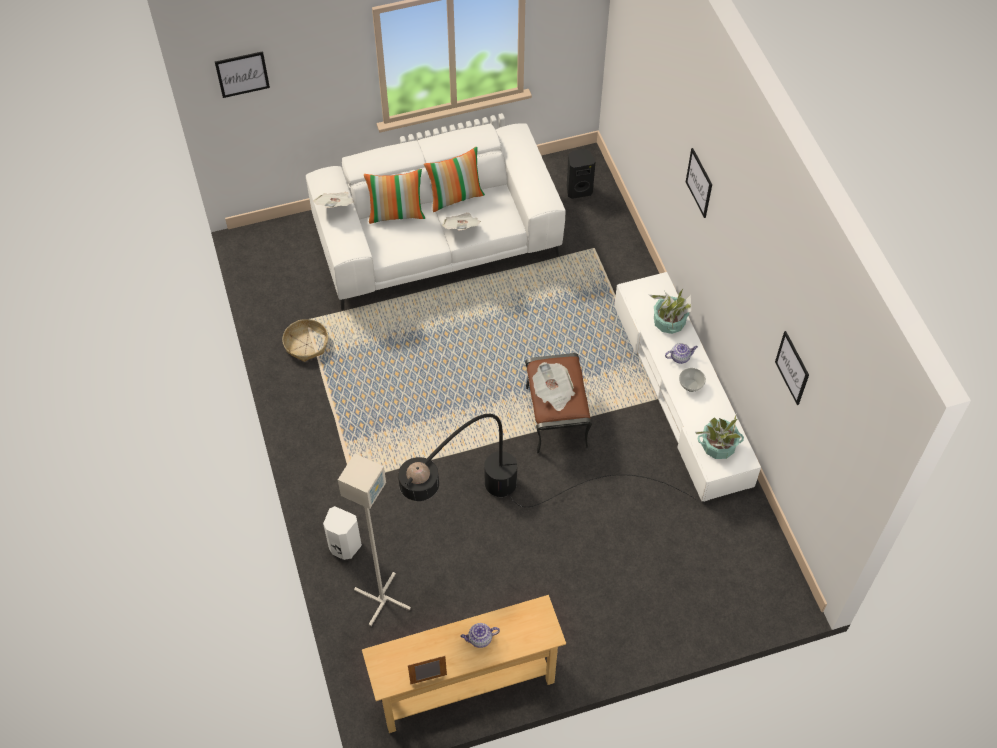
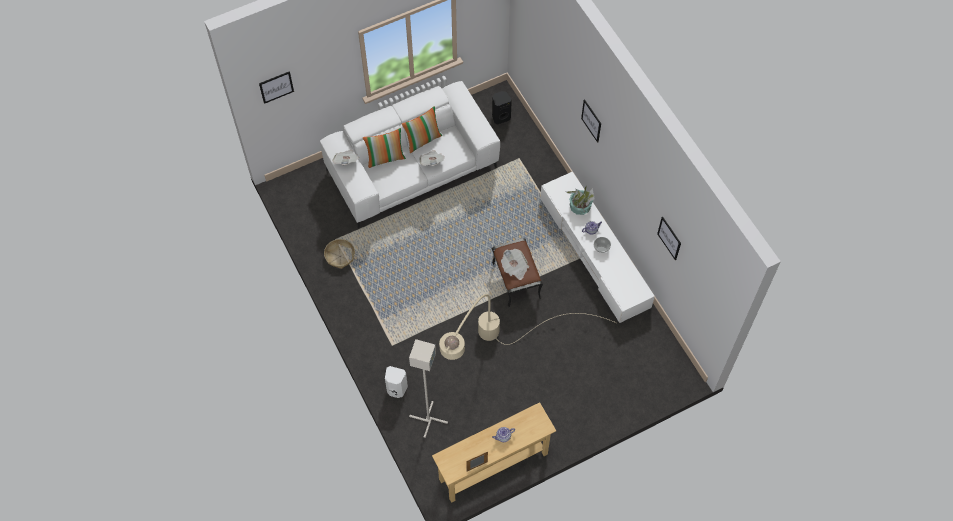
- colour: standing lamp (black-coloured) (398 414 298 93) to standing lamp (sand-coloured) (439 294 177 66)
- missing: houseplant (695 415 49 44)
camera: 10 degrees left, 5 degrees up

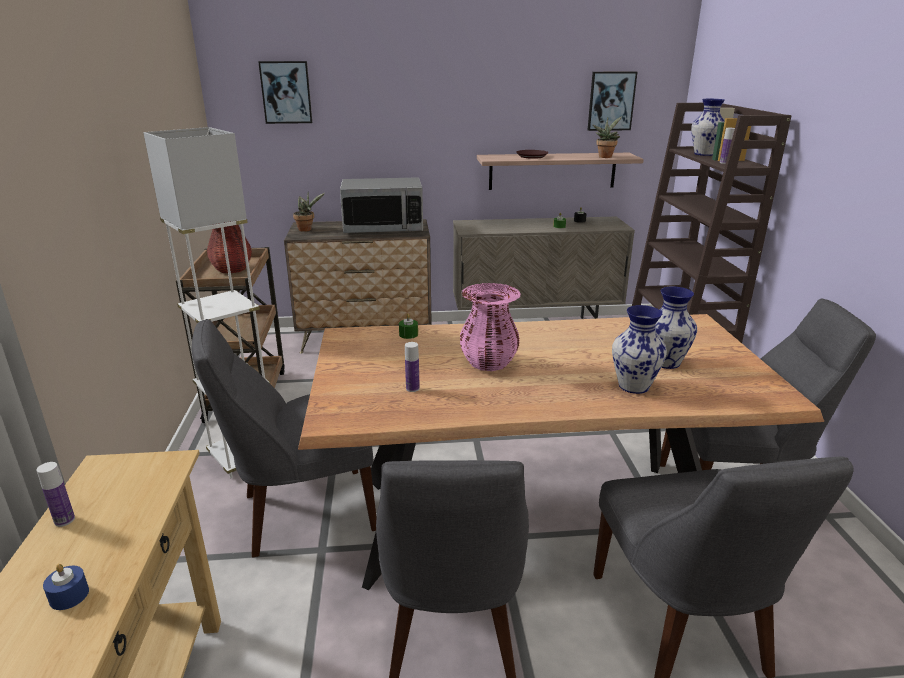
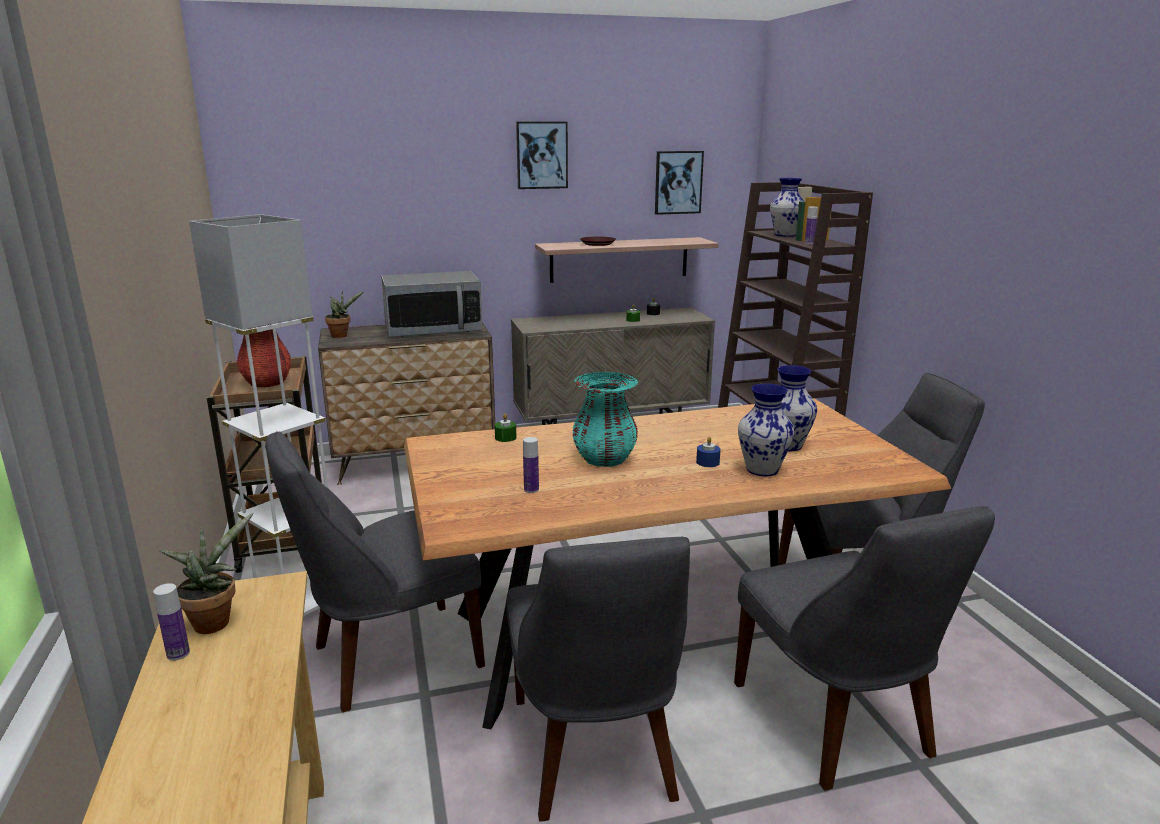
- relocated: candle (blue-coloured) (43 564 46 46) to (696 437 25 30)
- relocated: wall picture (258 61 54 63) to (516 122 52 67)
- colour: decorative vase (pink-coloured) (460 283 61 88) to decorative vase (blue-green) (572 372 66 95)
- relocated: houseplant (593 116 29 42) to (160 513 93 121)
camera: 10 degrees left, 5 degrees down

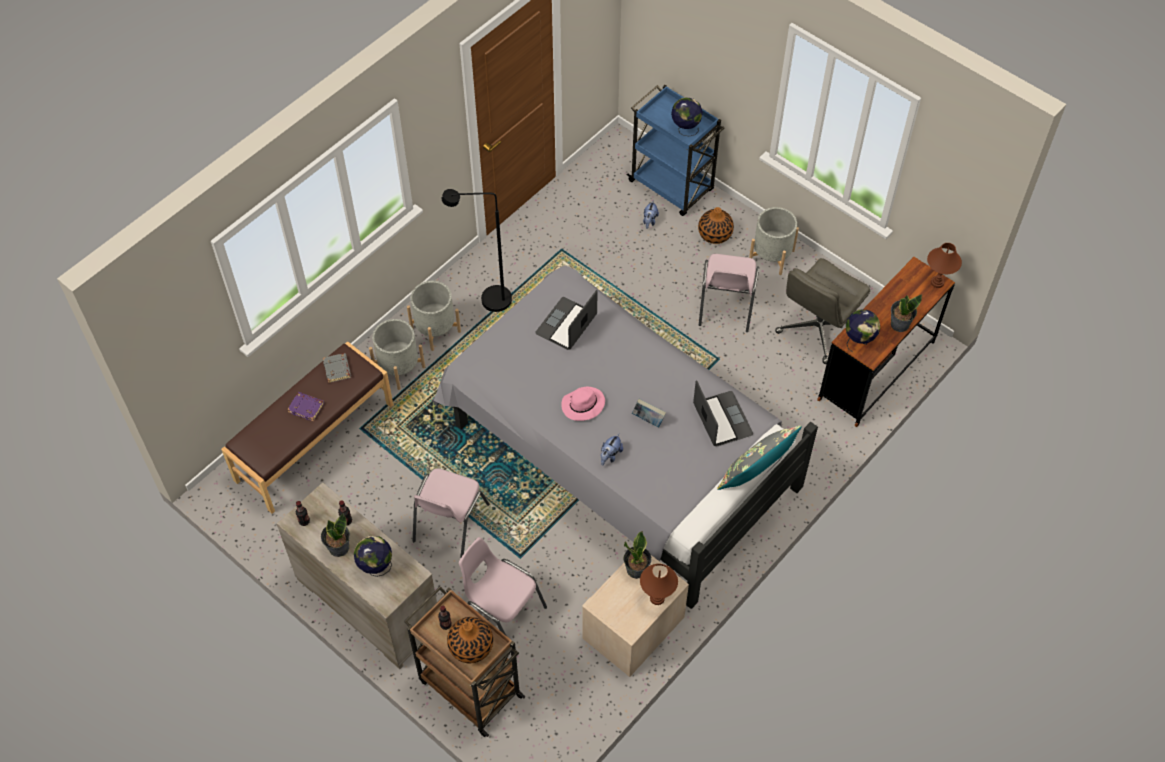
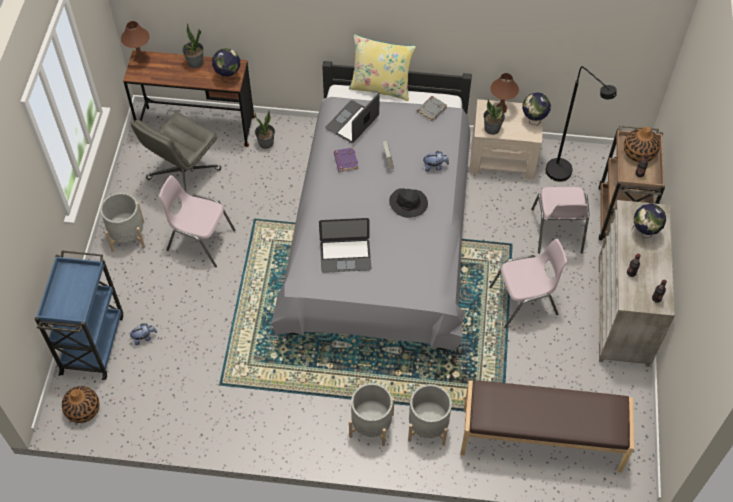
- relocated: volume (purple) (287 392 37 29) to (334 147 25 25)
- relocated: houseplant (321 513 29 44) to (255 111 20 38)
- relocated: volume (greyish) (323 353 28 30) to (417 96 30 26)
- relocated: standing lamp (black-coloured) (442 189 70 123) to (546 66 70 116)
- colour: clothing hat (pink-coloured) (561 387 44 34) to clothing hat (black-coloured) (389 188 39 30)
- relocated: globe (671 98 32 38) to (522 92 29 33)
- relocated: decorative vase (698 207 36 37) to (62 386 37 37)
- spun: plain chair (pink-coloured) (699 254 60 78) = (159 175 76 92) 135 degrees counterclockwise
- colour: cushion (greyish) (717 426 85 64) to cushion (yellow-coloured) (349 34 67 67)
- spun: desk chair (greyish) (775 258 95 106) = (131 112 91 80) 120 degrees clockwise
camera: 125 degrees left, 0 degrees up

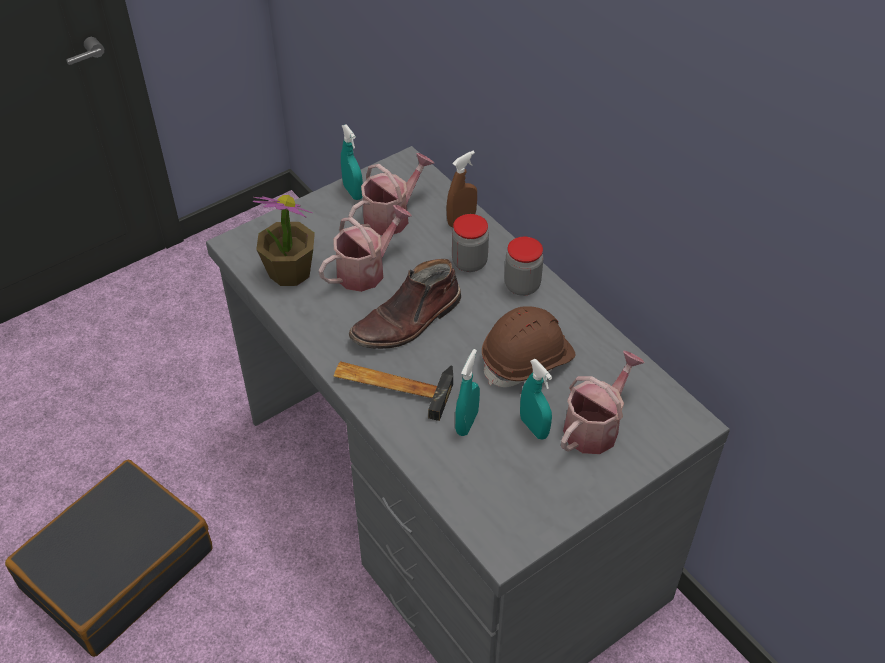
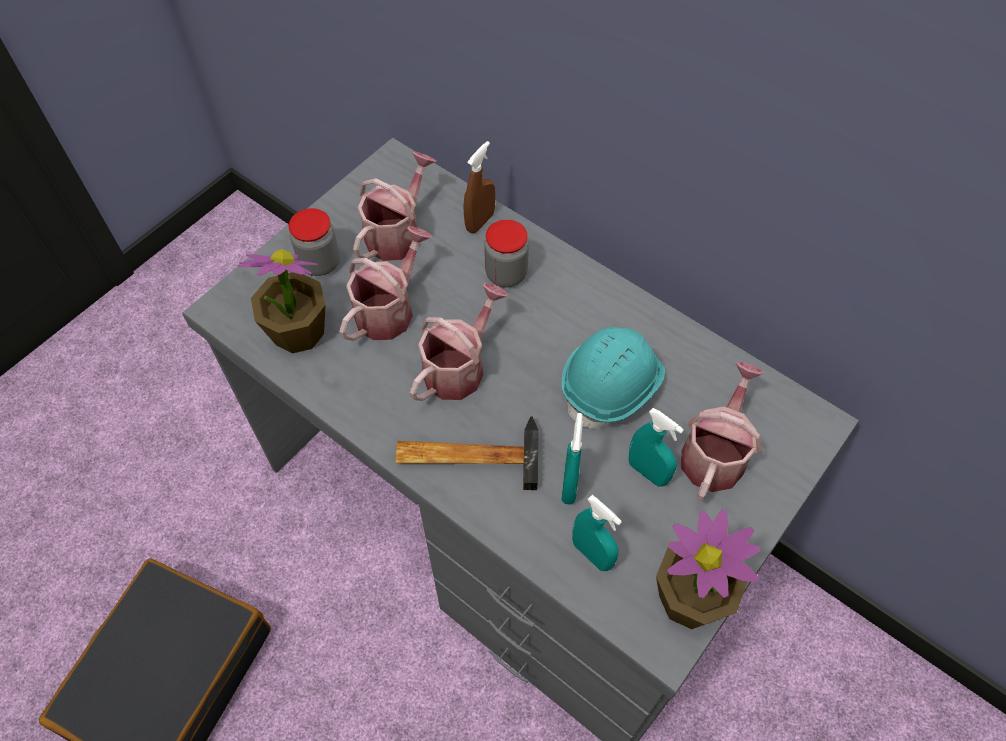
- relocated: spray bottle (blue-green) (341 124 22 76) to (572 495 50 76)
- exchanged: boot (brownish) (349 259 112 90) to sprinkling can (410 283 98 118)
- colour: hard hat (brownish) (482 306 93 81) to hard hat (blue-green) (562 327 103 102)
- relocated: preserve jar (505 237 38 59) to (289 208 51 68)
- appeared: houseplant (656 510 104 119)
camera: 15 degrees left, 10 degrees up

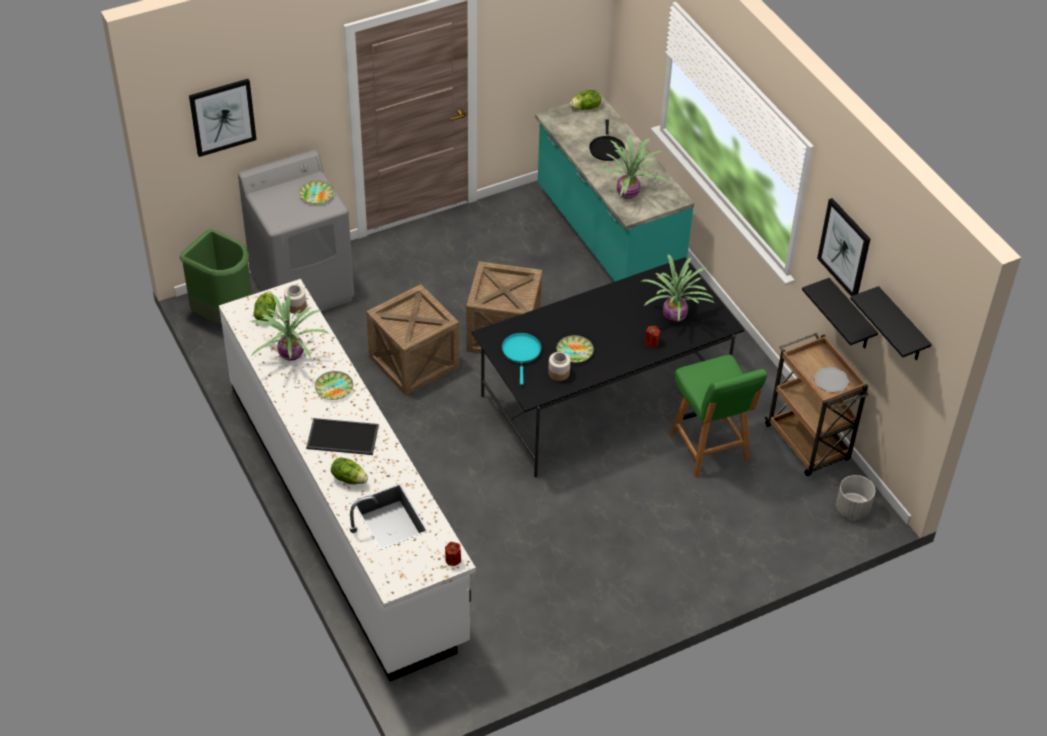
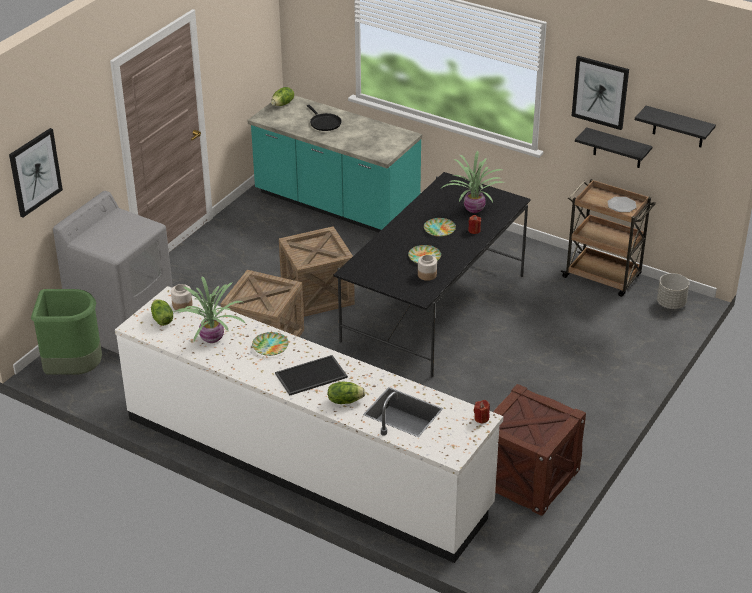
- relocated: plate (299 180 35 24) to (424 218 32 19)
- missing: pan (blue-green) (502 333 40 52)
- missing: houseplant (597 136 74 63)
- missing: plain chair (green-coloured) (670 355 97 122)
- appeared: crate (493 384 93 132)
camera: 30 degrees left, 10 degrees down

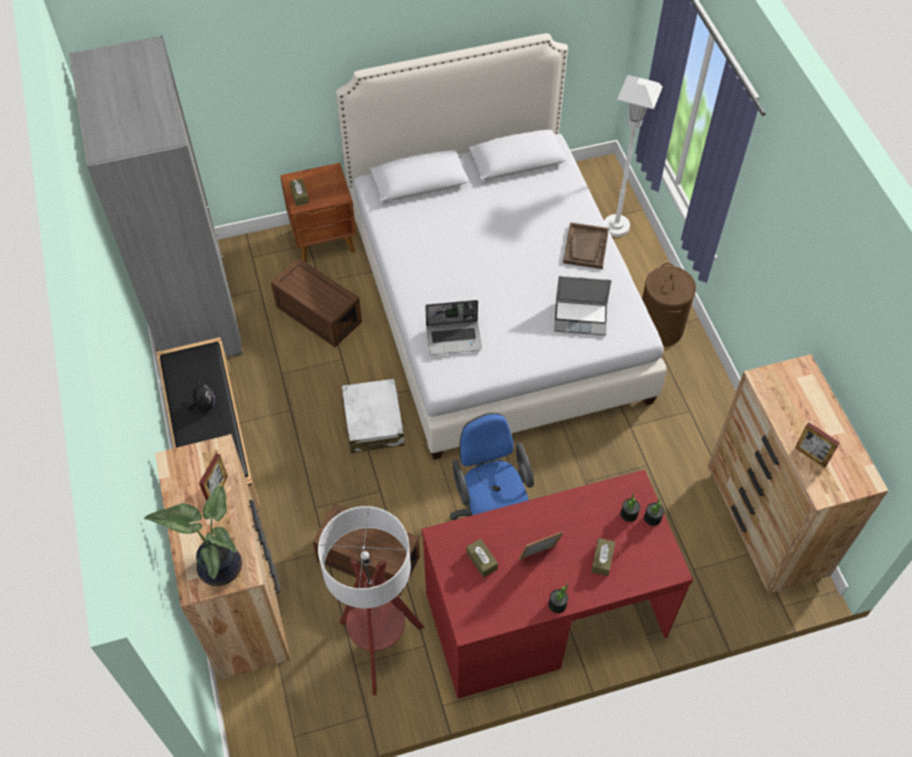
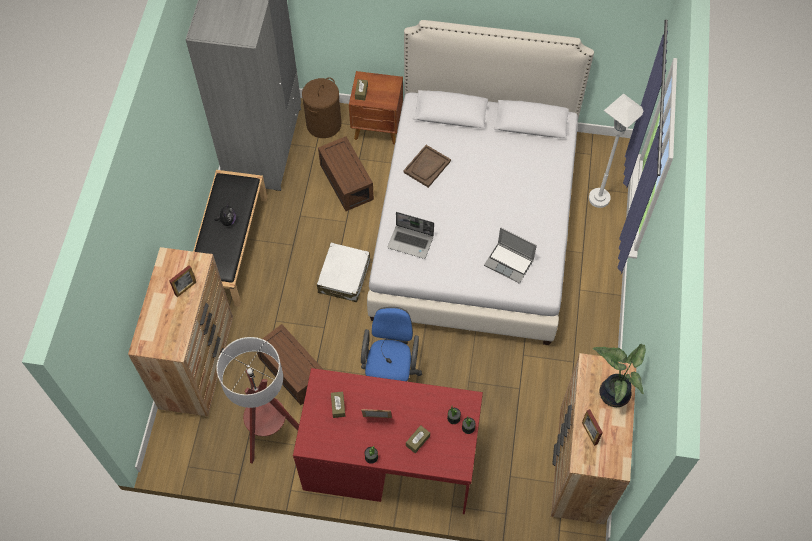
- relocated: houseplant (144 486 98 100) to (593 344 53 63)
- relocated: serving tray (brownish) (563 222 46 47) to (403 145 48 43)
- relocated: hamper (brownish) (642 263 54 84) to (302 77 39 61)
camera: 25 degrees right, 5 degrees up

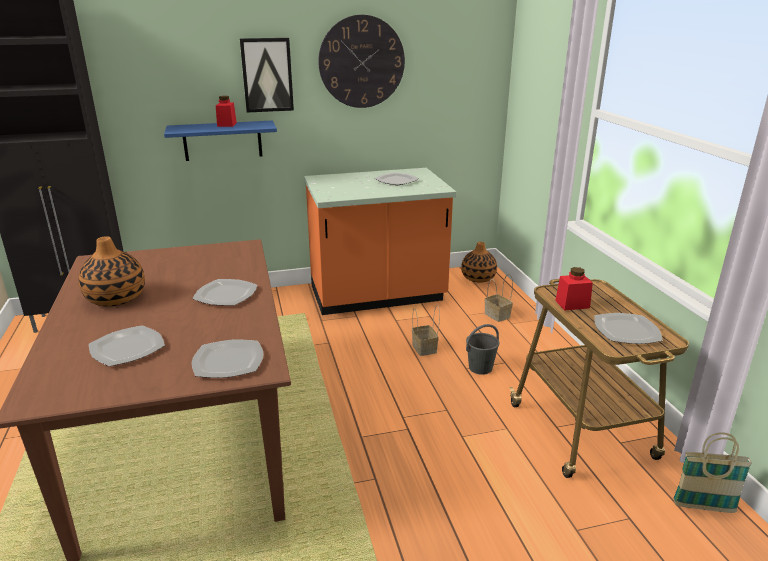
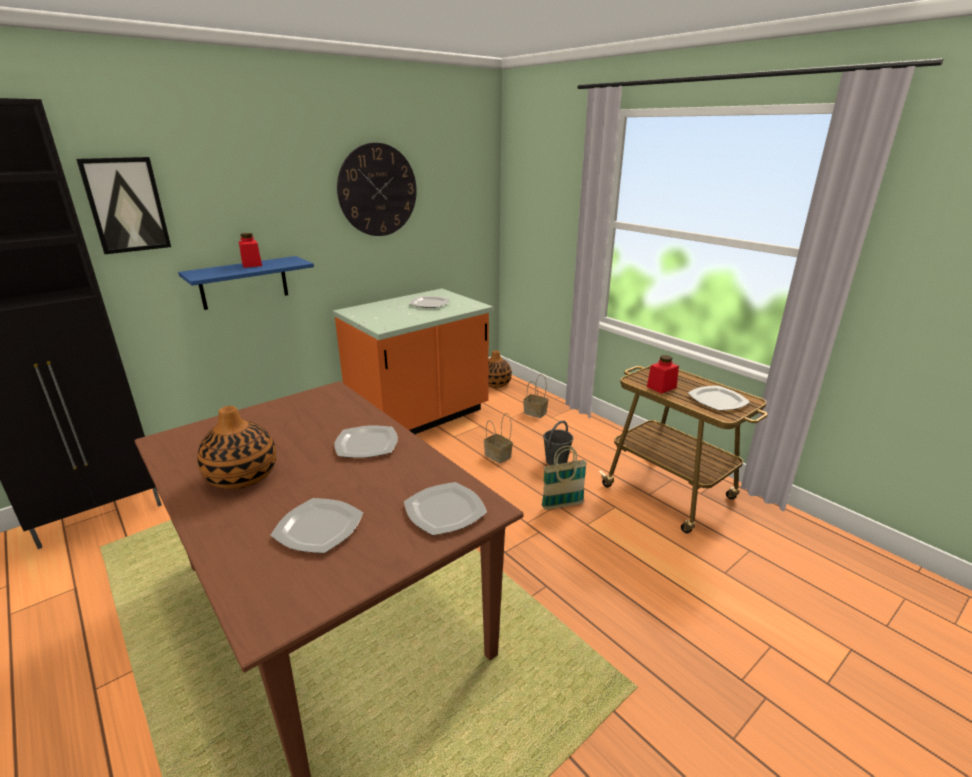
- relocated: wall picture (240 38 54 75) to (76 157 95 97)
- relocated: storage basket (673 432 79 81) to (541 446 46 64)
camera: 25 degrees left, 0 degrees up

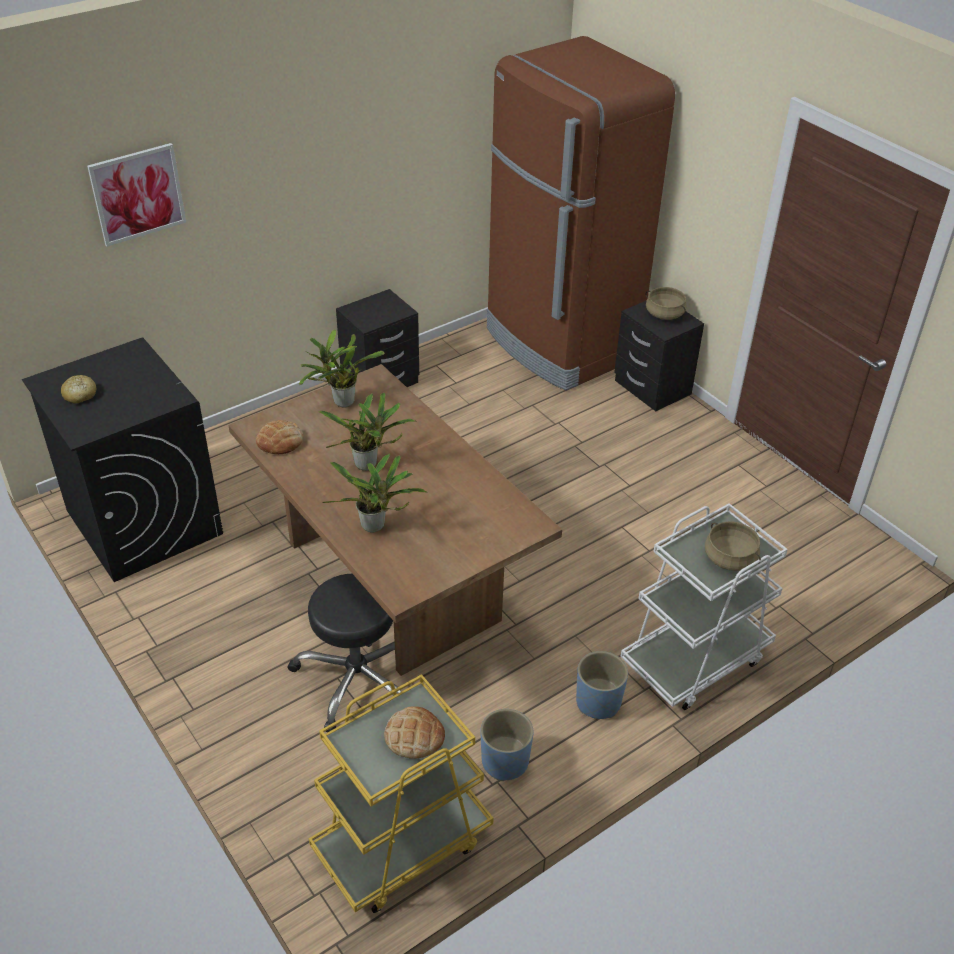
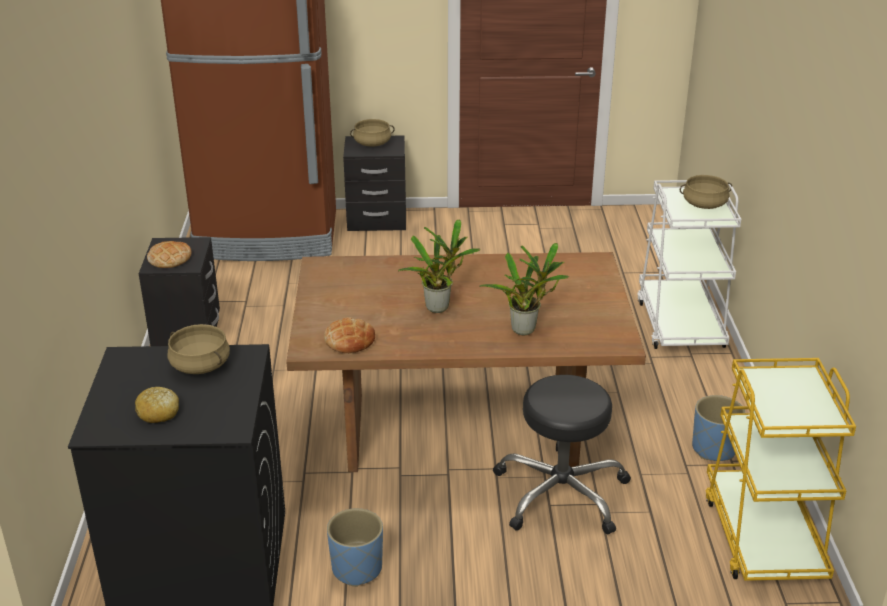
- missing: wall picture (87 143 99 104)
- missing: houseplant (299 329 86 79)
- relocated: baked bread (384 706 61 53) to (147 241 45 27)
- relocated: plant pot (blue-coloured) (576 651 52 68) to (327 508 56 79)
- appeared: saucepot (sand-coloured) (167 324 63 50)
camera: 55 degrees left, 10 degrees down

